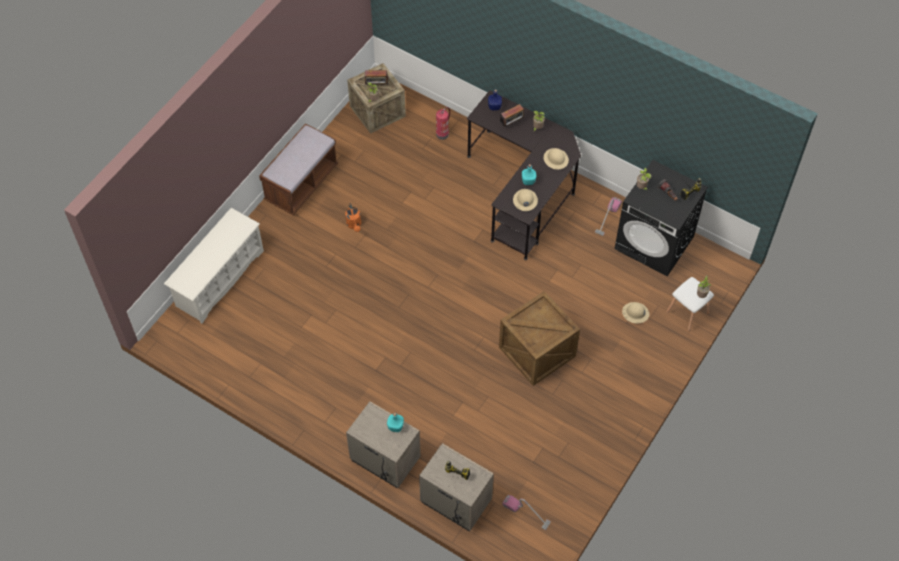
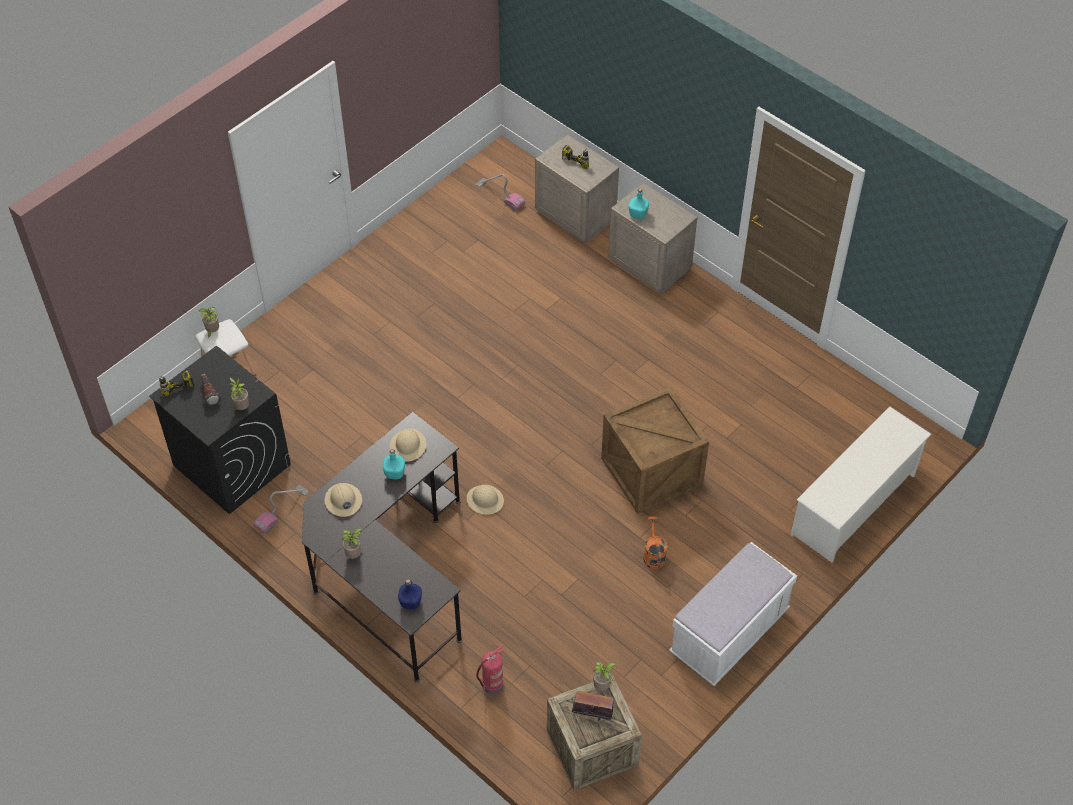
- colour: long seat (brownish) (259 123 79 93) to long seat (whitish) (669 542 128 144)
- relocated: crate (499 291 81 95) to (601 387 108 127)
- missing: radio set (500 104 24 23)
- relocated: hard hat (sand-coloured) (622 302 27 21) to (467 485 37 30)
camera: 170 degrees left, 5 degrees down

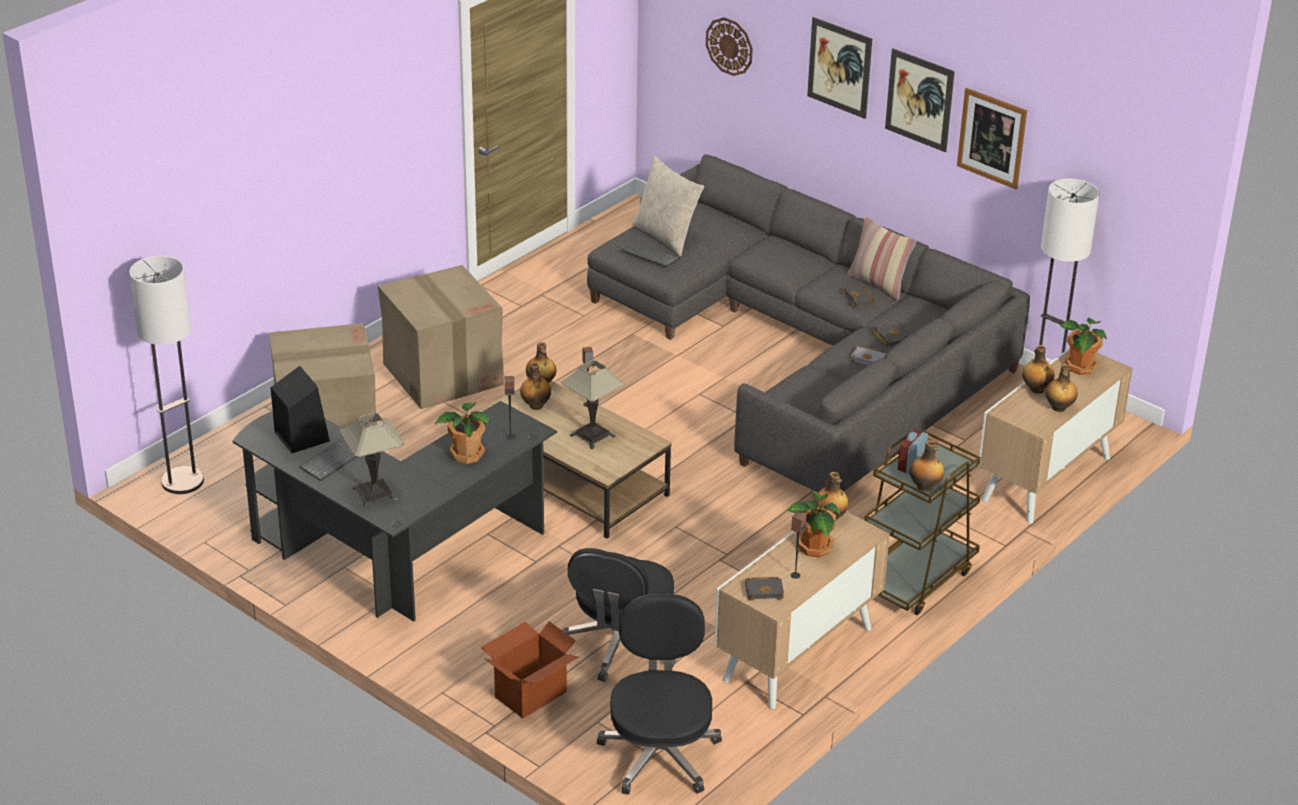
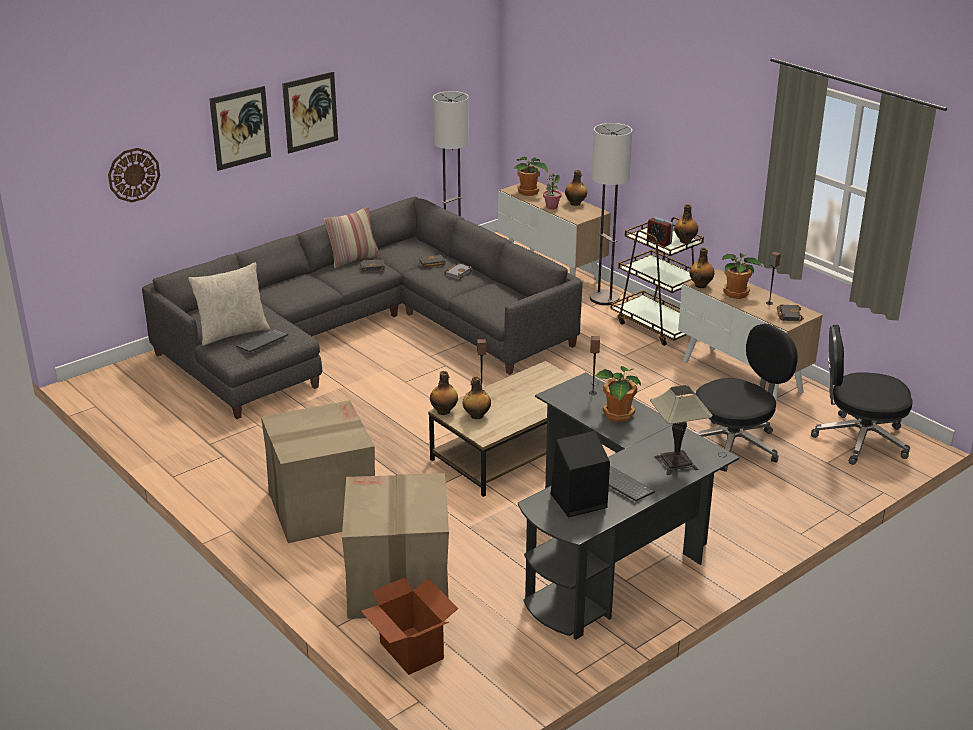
- relocated: standing lamp (129 256 75 238) to (590 123 42 182)
- relocated: carton (481 621 98 97) to (361 577 98 98)
- missing: lamp for a table (561 360 64 89)
- spun: desk chair (black-coloured) (562 548 114 134) = (695 324 103 148) 60 degrees counterclockwise
- missing: wall picture (957 88 70 101)
- exchanged: beverage bottle (1022 345 33 48) to houseplant (543 173 19 37)
camera: 80 degrees left, 5 degrees down

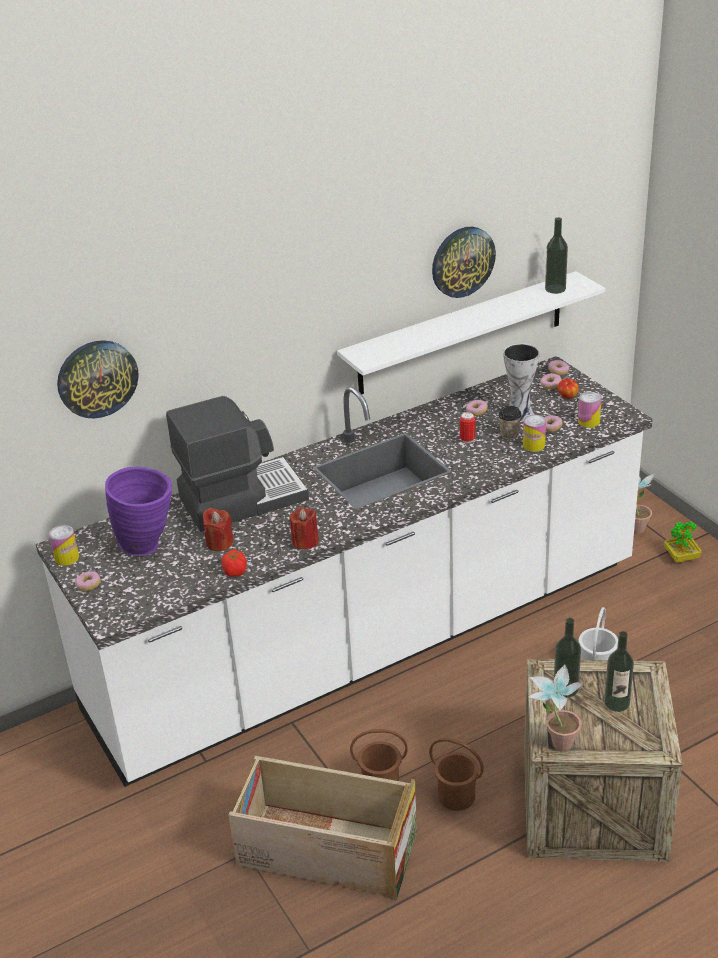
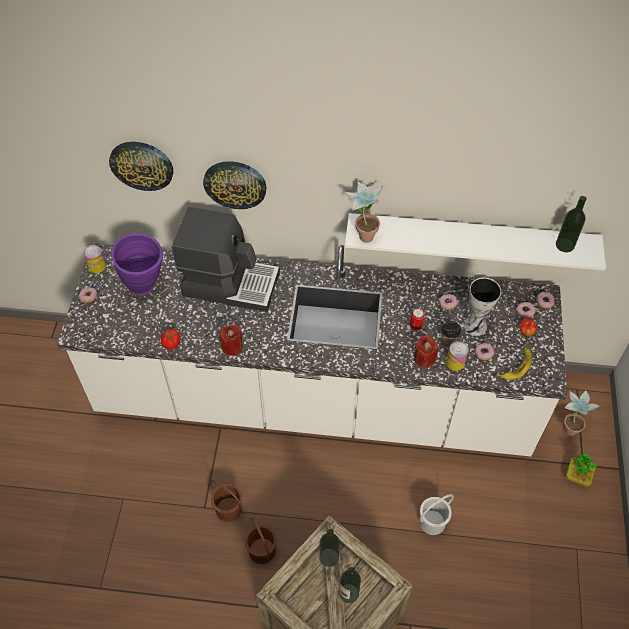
- relocated: candle (reddish) (203 508 31 43) to (414 335 24 33)
- missing: crate (228 756 189 145)
- relocated: wall clock (432 227 64 71) to (203 161 63 48)
- relocated: houseplant (528 664 56 87) to (344 181 39 62)
- exchanged: can (578 392 24 36) to banana fruit (497 347 36 33)
camera: 35 degrees right, 20 degrees up

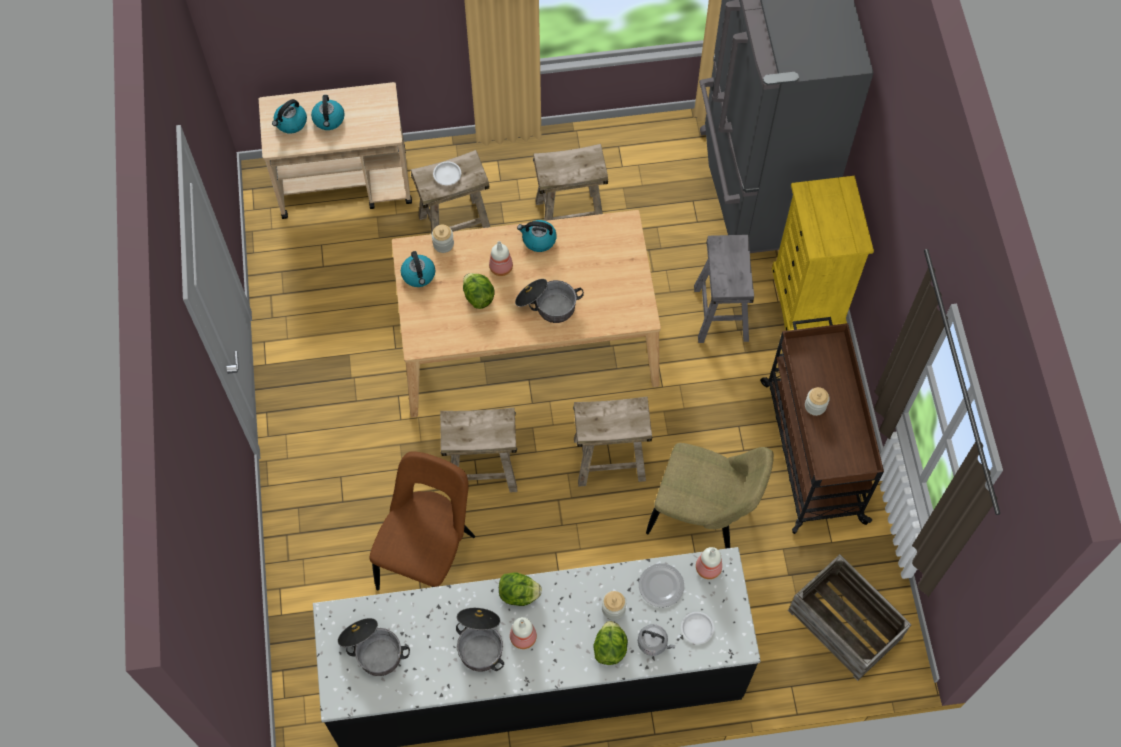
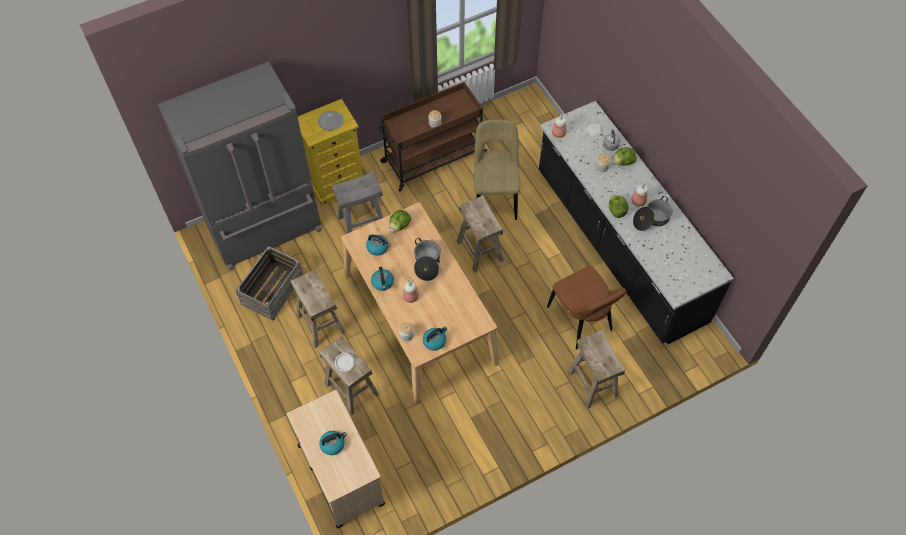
- relocated: kettle (272 99 35 35) to (366 235 25 20)
- missing: saucepot (337 618 73 58)
- spun: plain chair (brownish) (369 451 106 140) = (547 266 80 83) 120 degrees counterclockwise
- relocated: stool (sand-coloured) (440 408 77 84) to (567 330 58 79)
- relocated: lettuce (463 273 32 36) to (389 210 22 22)
- relocated: plate (639 563 45 44) to (318 111 26 20)
- relocated: crate (788 554 124 127) to (235 246 69 75)
camera: 110 degrees left, 5 degrees down

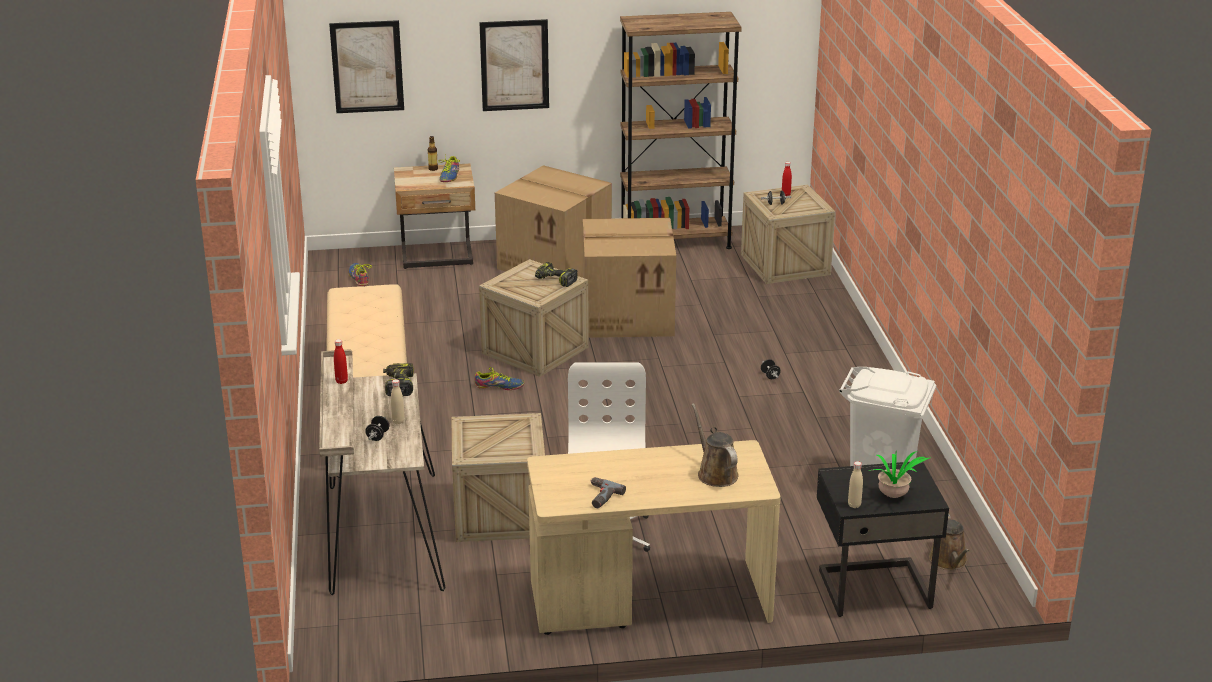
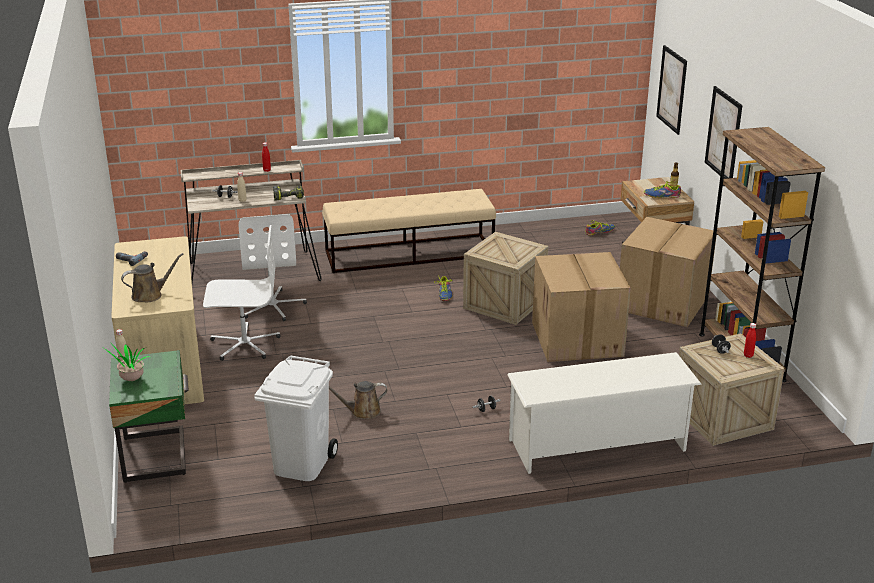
- exchanged: crate (452 413 93 129) to desk chair (whitish) (239 214 68 107)
- missing: power drill (535 262 43 25)
- colour: night table (black-coloured) (817 462 132 155) to night table (green-coloured) (109 350 80 133)
- relocated: sprinkling can (brownish) (929 514 41 56) to (329 381 58 38)
- appeared: shoe stand (whitish) (507 352 195 122)
camera: 85 degrees right, 0 degrees up

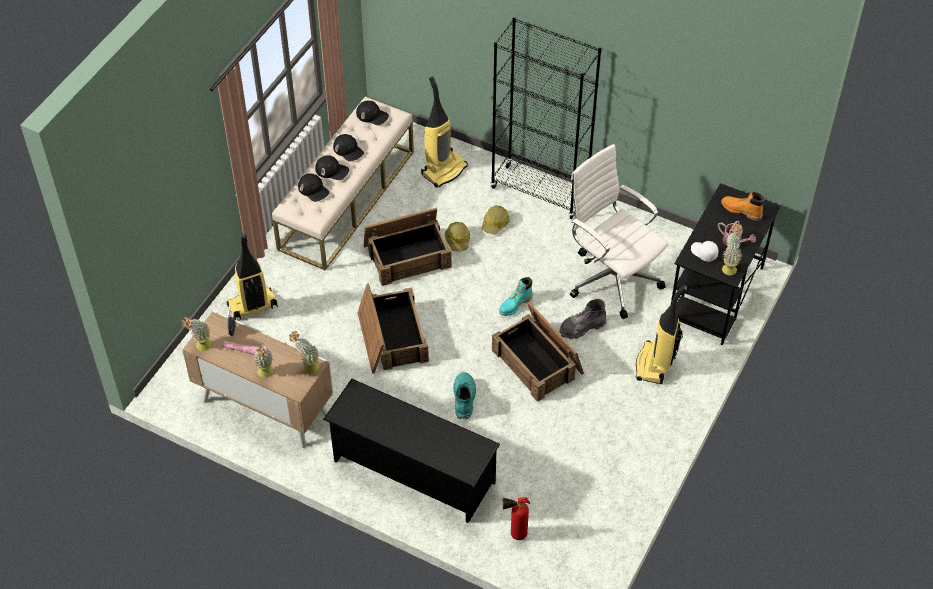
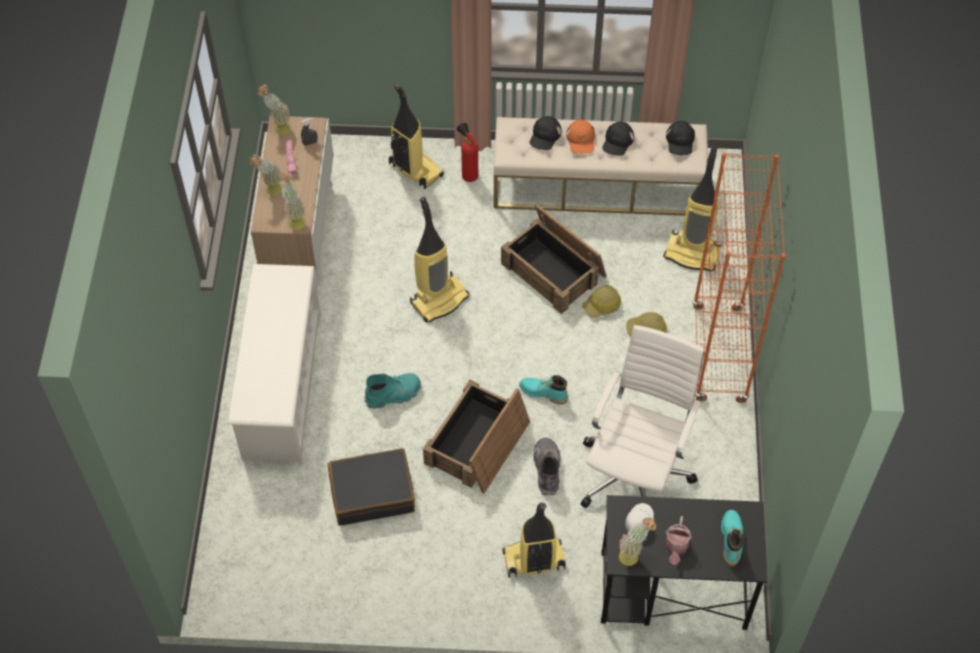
- colour: cap (black-coloured) (315 155 34 25) to cap (orange-coloured) (566 120 29 34)
- colour: shoe stand (black-coloured) (323 379 177 144) to shoe stand (whitish) (228 264 93 201)
- exchanged: crate (358 284 71 90) to vacuum (410 197 60 126)
- colour: bookshelf (black-coloured) (491 18 111 201) to bookshelf (orange-coloured) (692 153 94 250)
- relocated: fire-fighting cylinder (503 497 27 43) to (457 123 21 59)
- spun: boot (greyish) (560 299 47 40) = (533 437 28 59) 45 degrees clockwise
- colour: boot (orange-coloured) (721 191 44 30) to boot (blue-green) (721 510 23 56)
- appeared: piece of luggage (black-coloured) (328 448 87 78)
camera: 65 degrees right, 5 degrees up

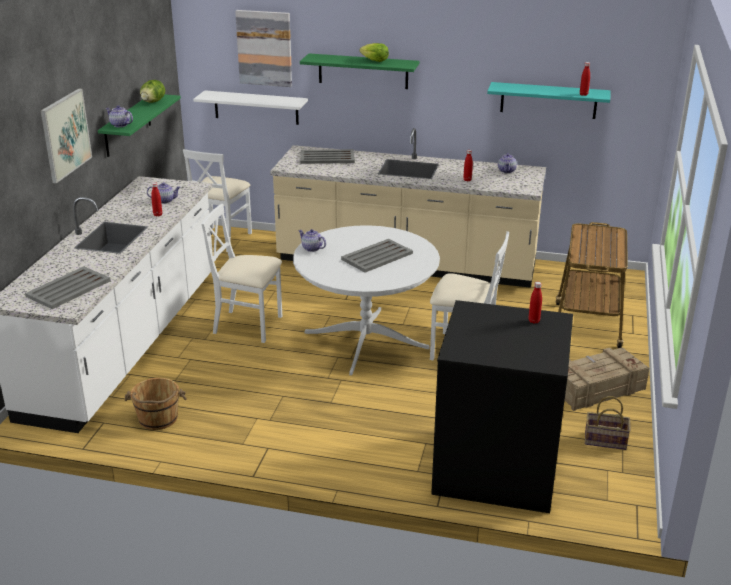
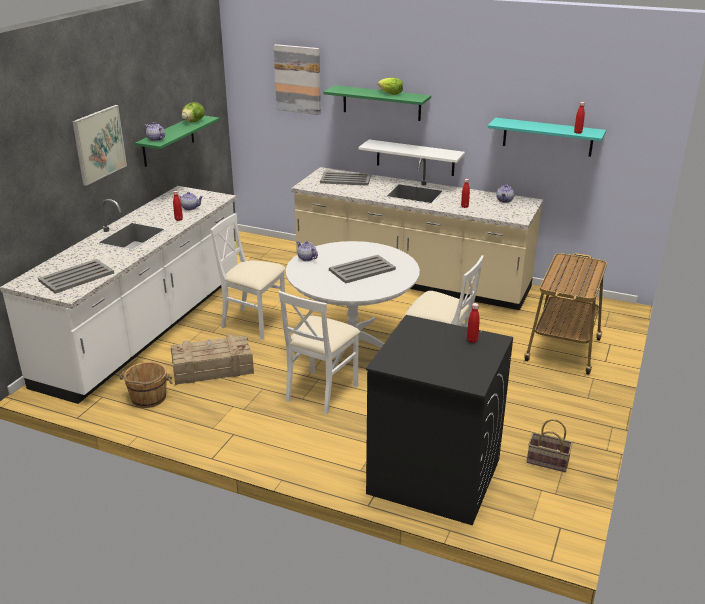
- relocated: plain chair (whitish) (183 149 69 103) to (278 291 82 123)
- relocated: bracket shelf (whitish) (193 90 115 35) to (358 139 107 37)
- relocated: crate (565 347 84 64) to (170 334 84 51)
camera: 10 degrees right, 0 degrees up

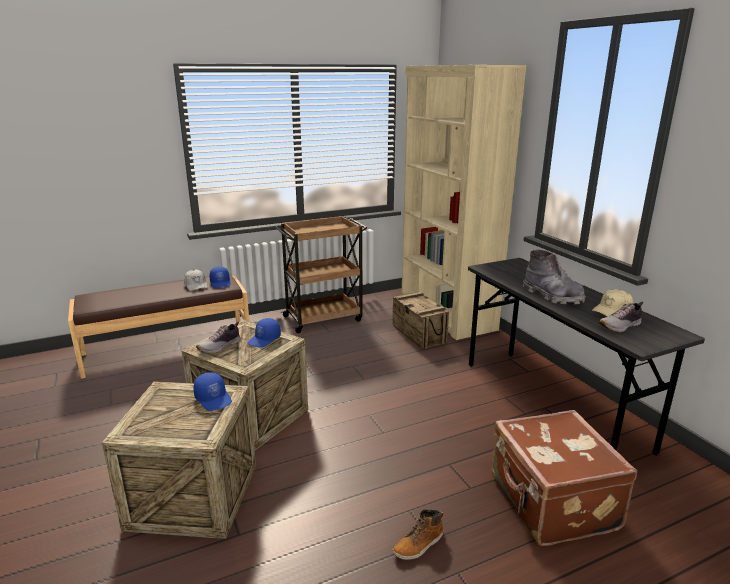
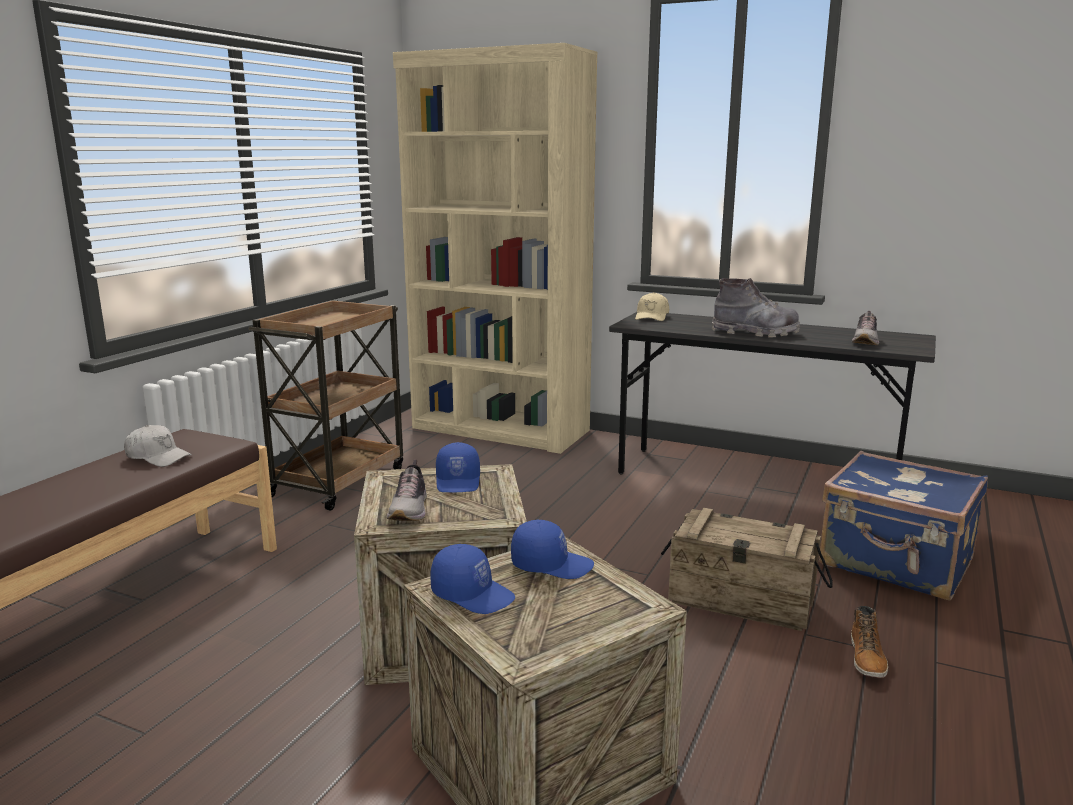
- relocated: cap (blue-coloured) (209 266 21 22) to (430 544 85 70)
- relocated: crate (392 292 57 57) to (661 507 172 124)
- colour: piece of luggage (brownish) (491 410 146 136) to piece of luggage (blue-coloured) (819 451 169 150)
- relocated: cap (sand-coloured) (592 289 41 28) to (635 292 34 29)
camera: 40 degrees left, 5 degrees down

